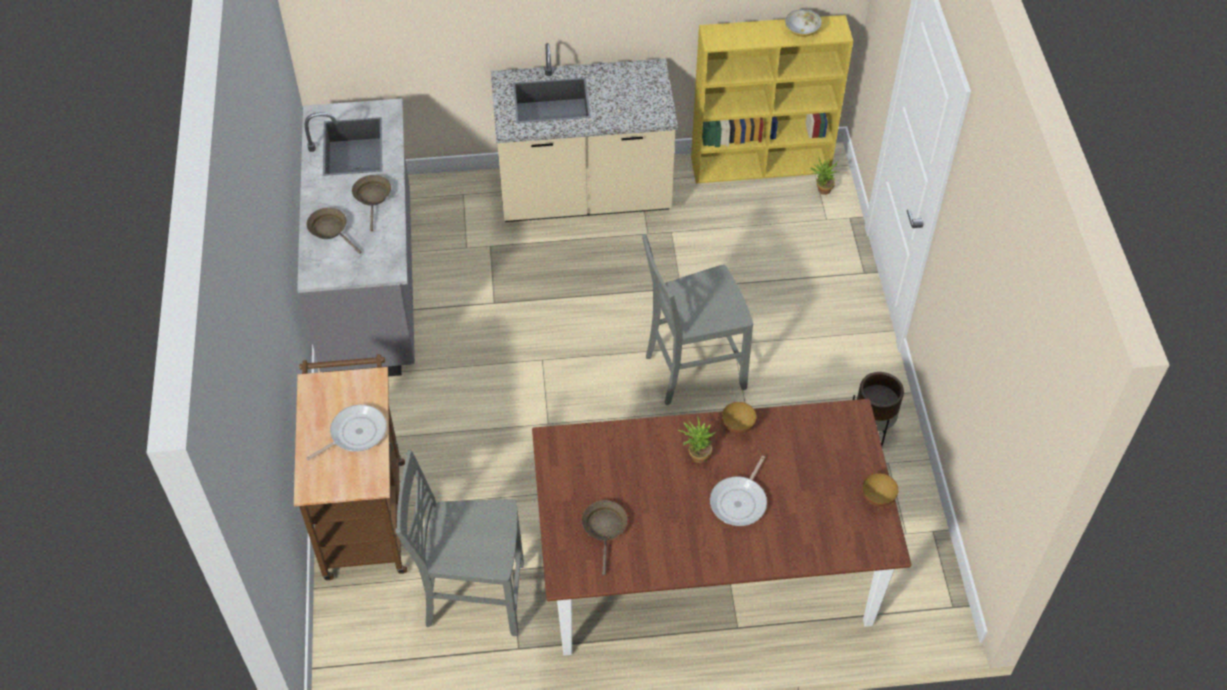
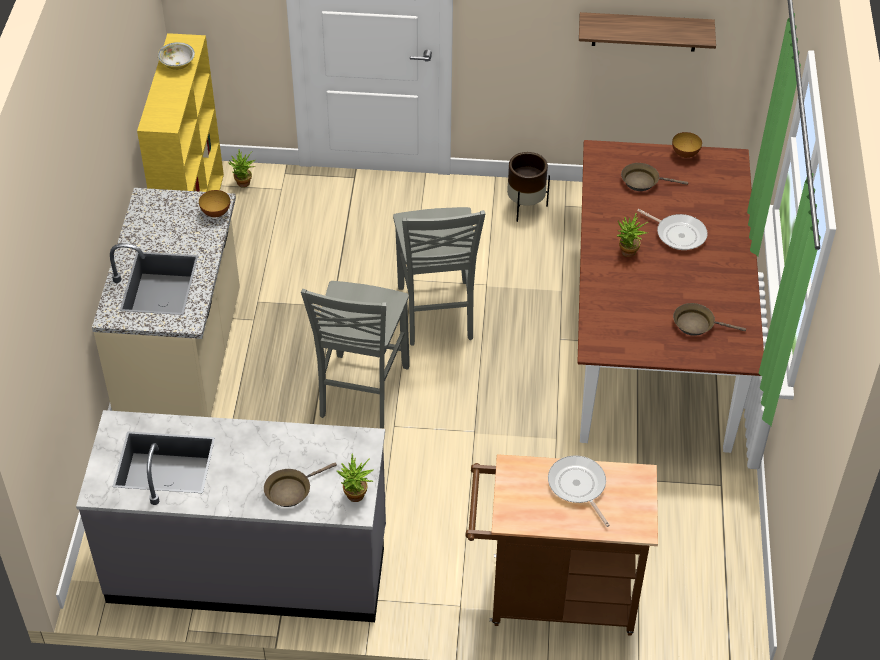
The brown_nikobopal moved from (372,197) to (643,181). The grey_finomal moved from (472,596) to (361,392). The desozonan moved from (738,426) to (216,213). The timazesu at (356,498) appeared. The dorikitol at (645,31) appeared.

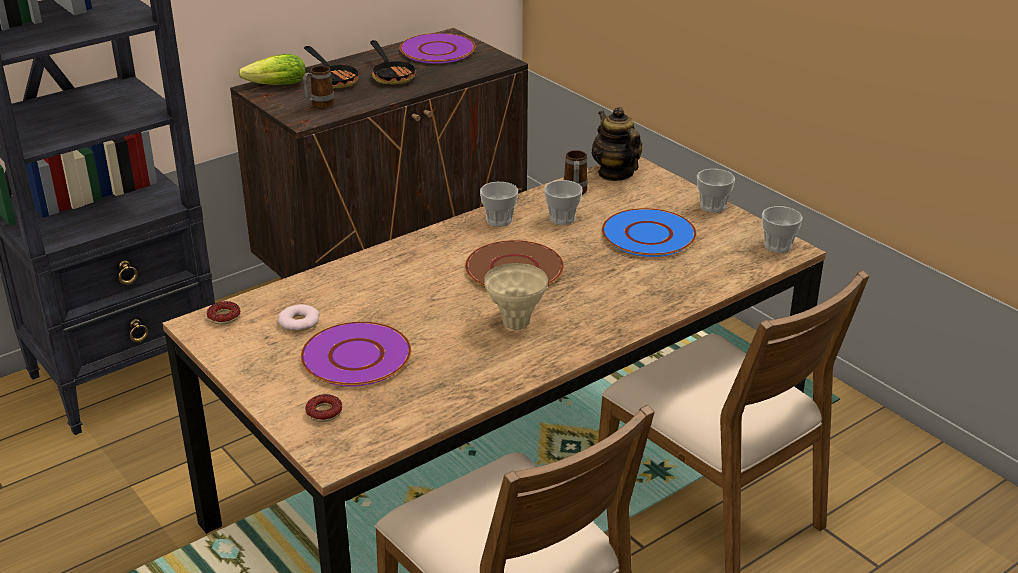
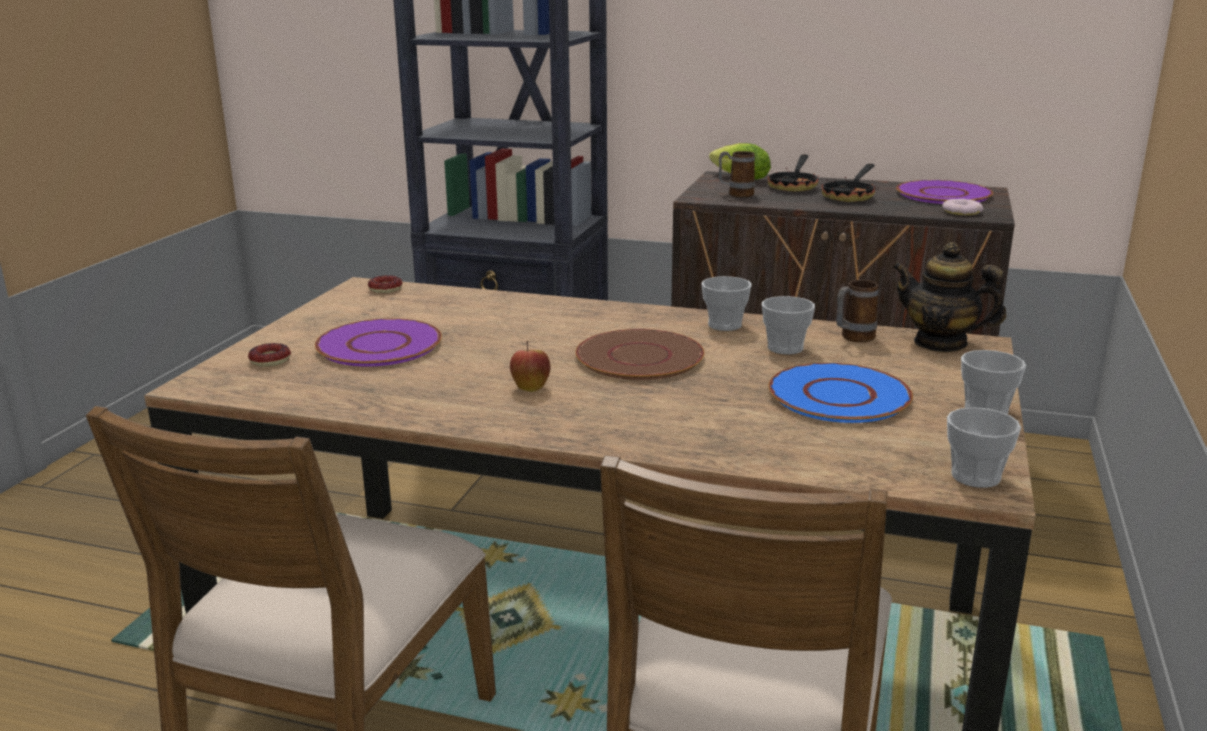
The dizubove moved from (299,322) to (962,211). The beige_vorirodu at (516,324) was replaced by the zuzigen at (530,387). The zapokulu at (615,173) turned 90 degrees counterclockwise.

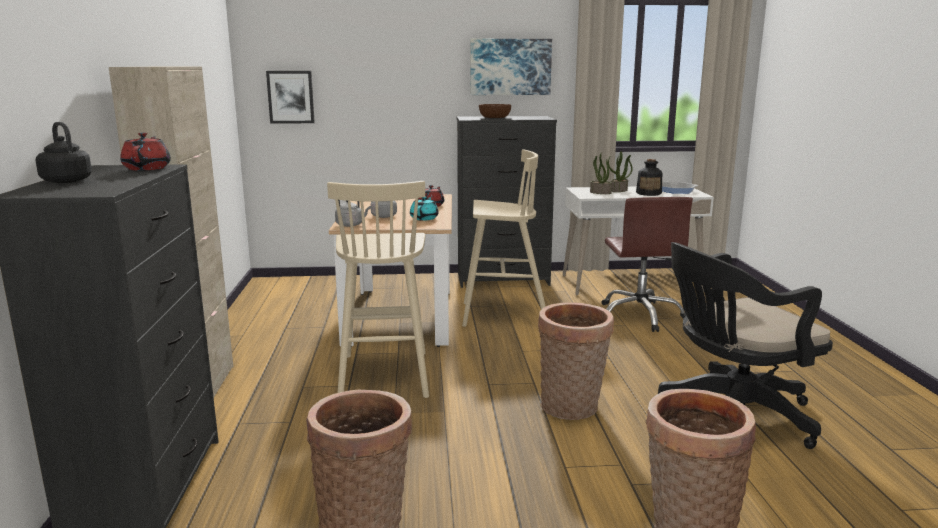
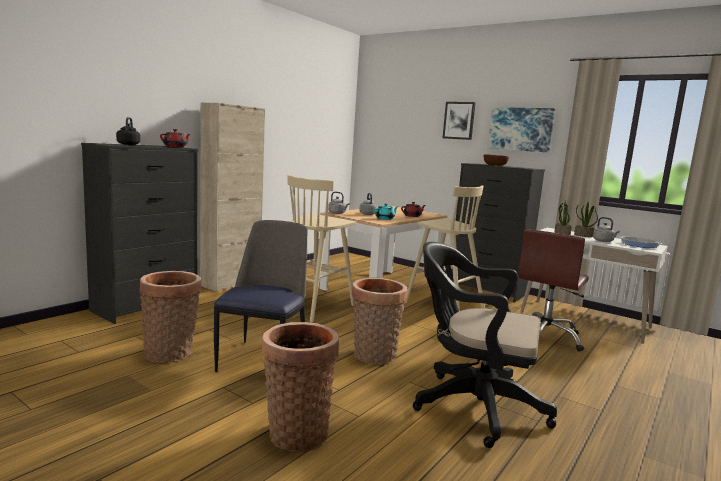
The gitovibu moved from (291,97) to (459,120). The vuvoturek at (649,193) was replaced by the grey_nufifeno at (604,241). The finomal at (264,359) appeared.

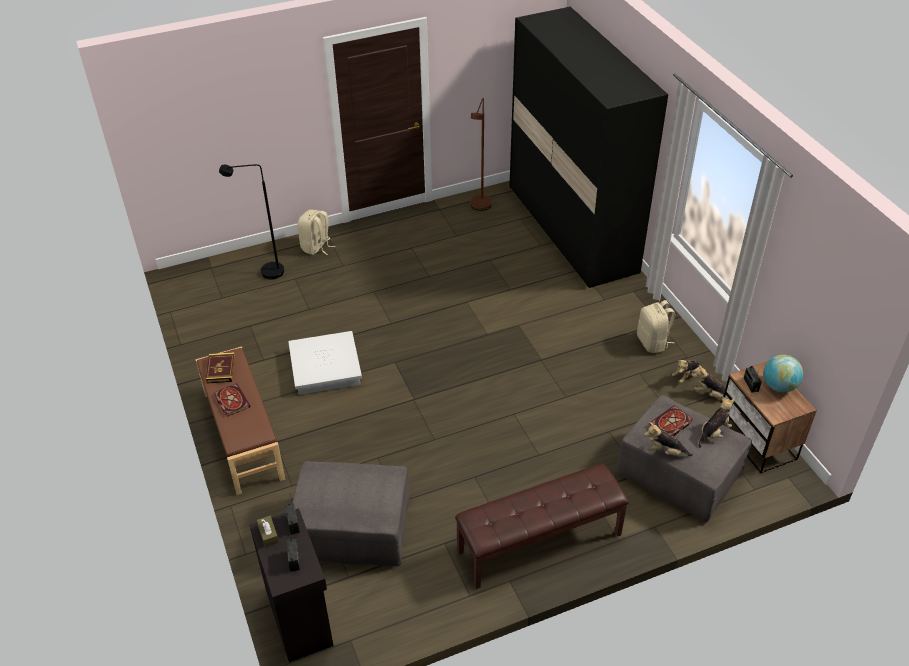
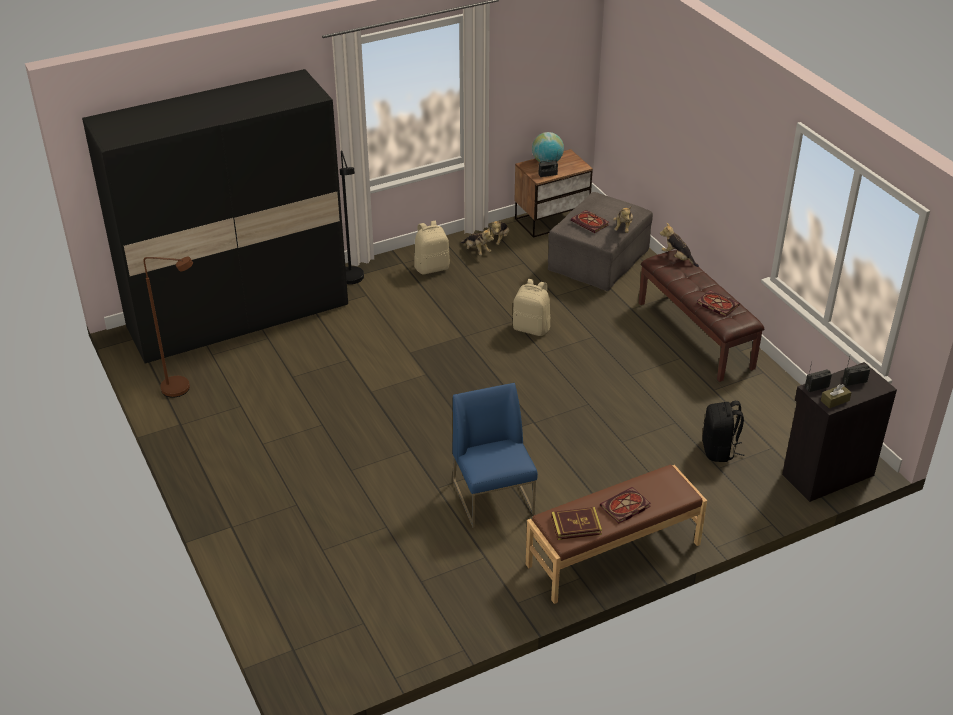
The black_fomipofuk moved from (266,272) to (352,281). The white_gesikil at (325,368) was replaced by the blue_finomal at (494,497). The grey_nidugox at (352,531) was replaced by the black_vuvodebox at (719,450). The beige_vuvodebox moved from (316,247) to (531,328). The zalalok moved from (713,433) to (677,258). The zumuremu at (716,304) appeared.

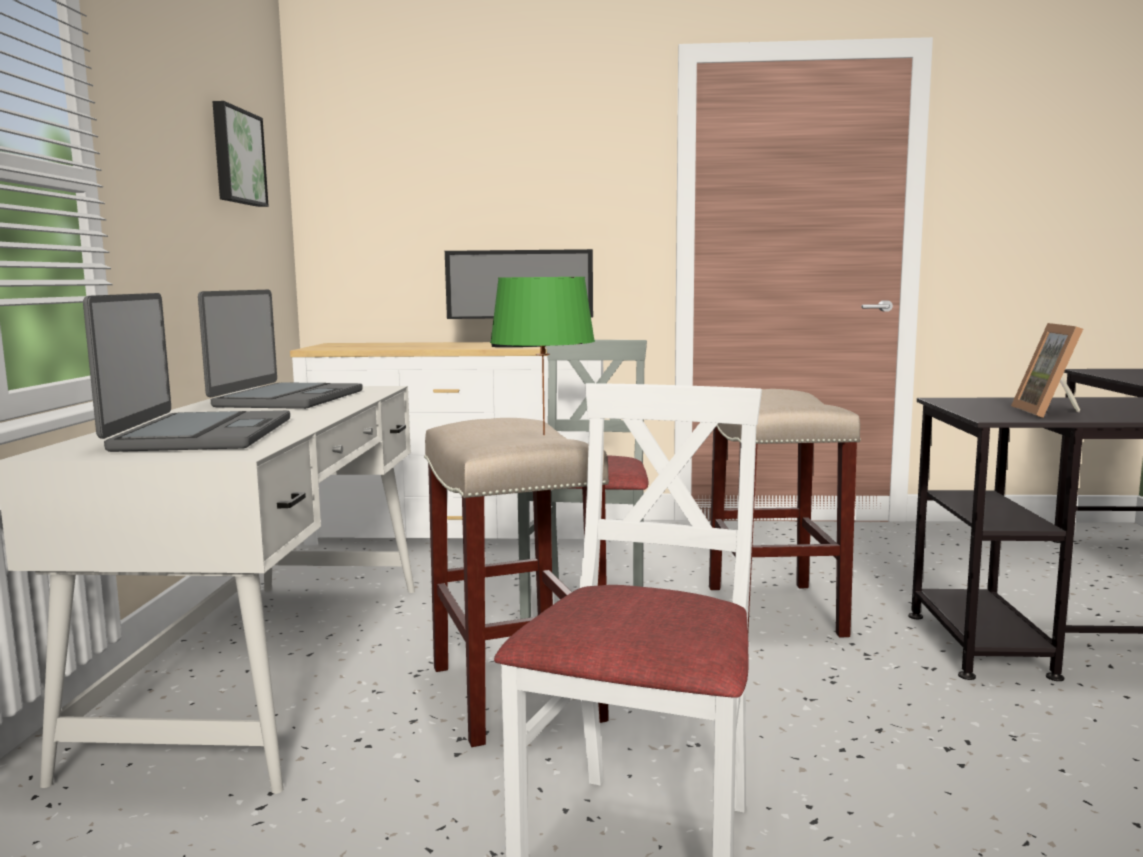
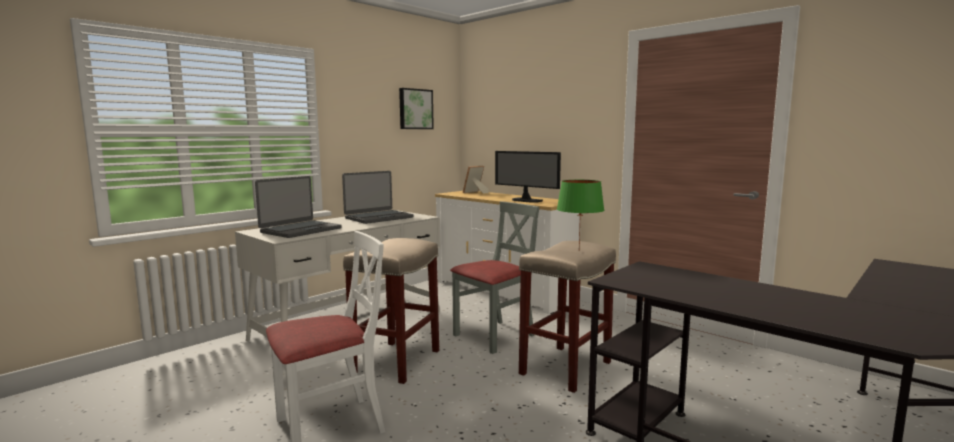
The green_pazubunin moved from (543,435) to (579,250). The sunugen moved from (1051,412) to (475,192).

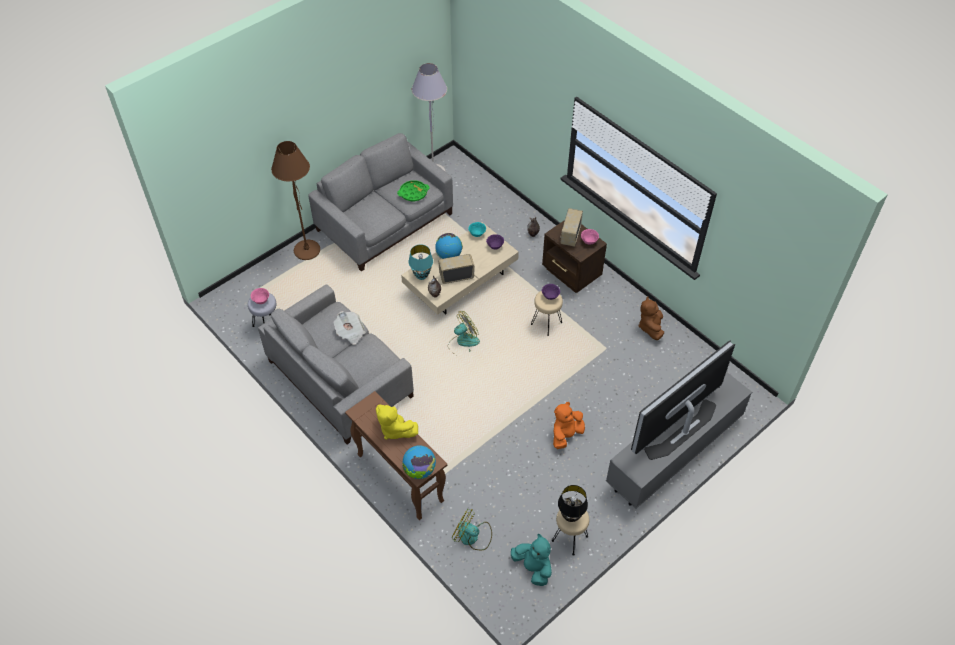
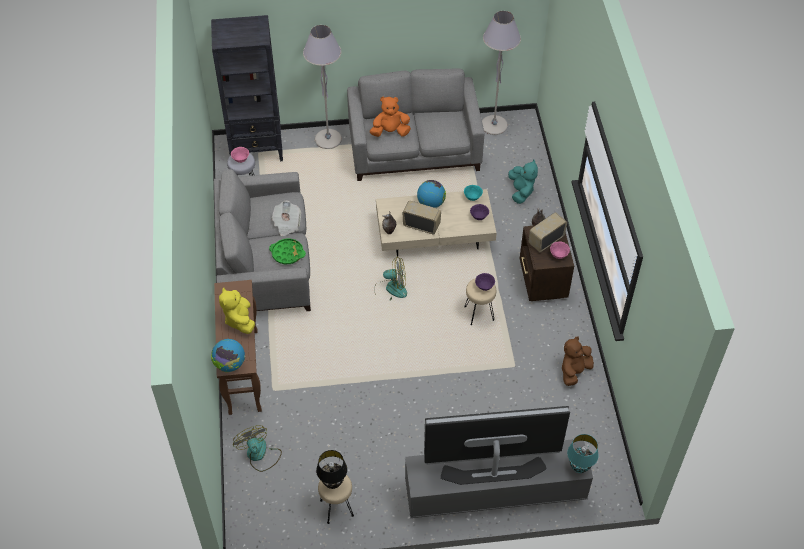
The brown_fomipofuk at (307,250) became the grey_fomipofuk at (328,139). The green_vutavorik moved from (413,193) to (287,253). The turquoise_pazubunin moved from (422,276) to (579,467). The turquoise_zalalok moved from (533,567) to (521,191). The orange_zalalok moved from (566,435) to (390,132). The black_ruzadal at (257,149) appeared.

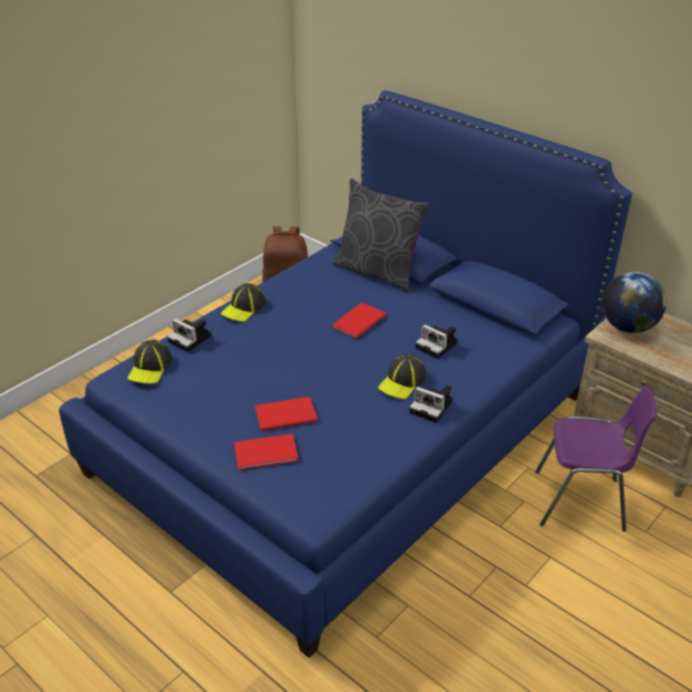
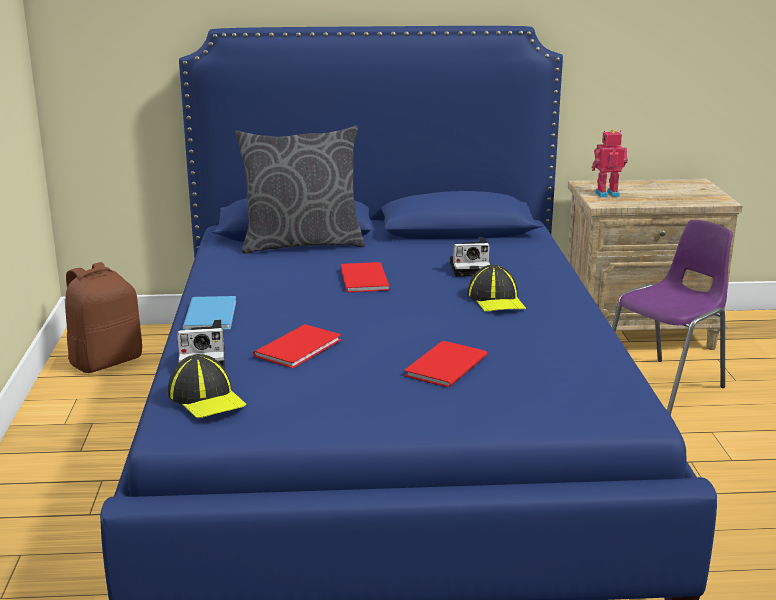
The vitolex at (244,308) was replaced by the blue_zumuremu at (213,314). The red_zumuremu moved from (268,453) to (301,347). The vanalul at (432,407) disappeared. The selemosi at (627,327) was replaced by the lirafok at (606,194).

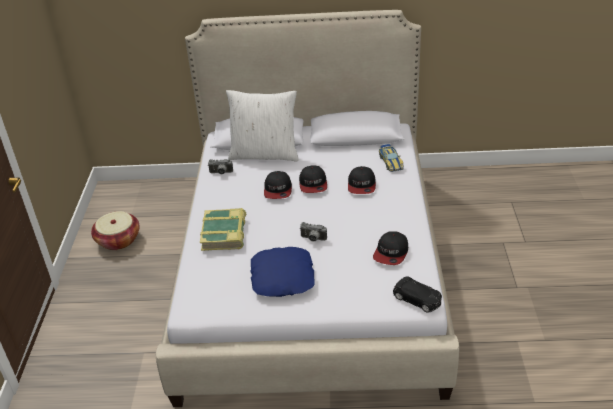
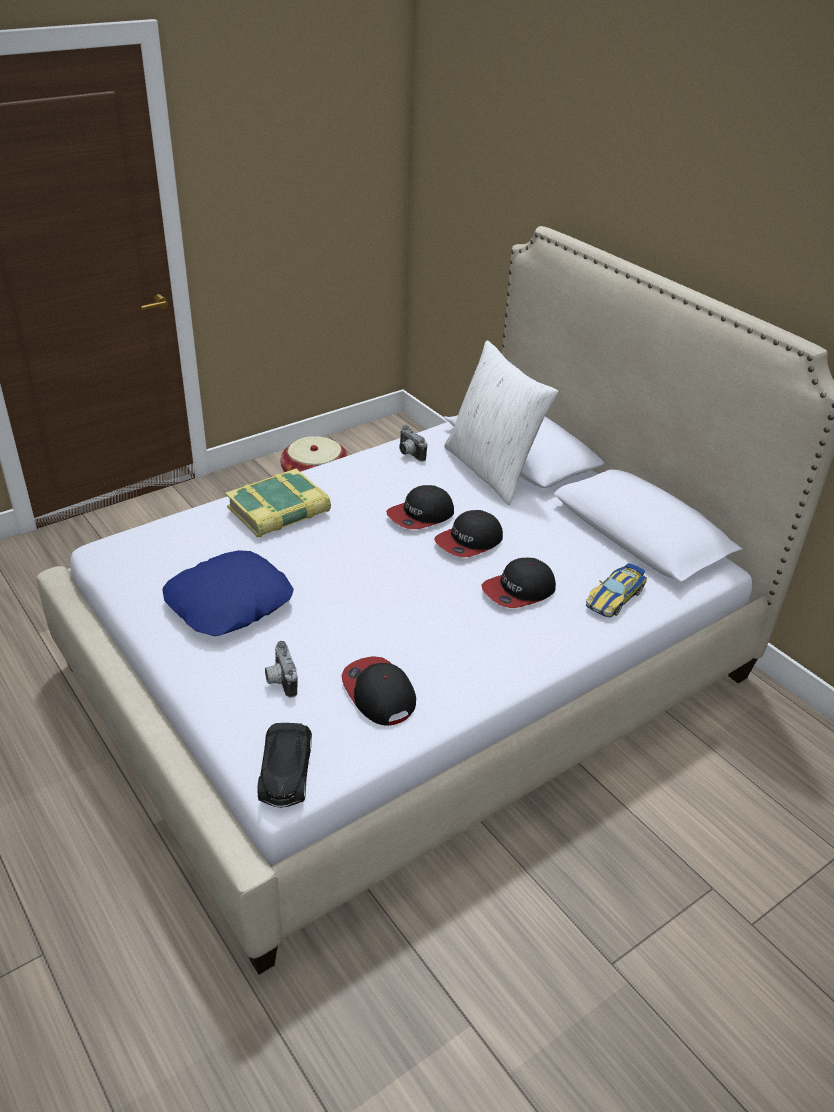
The vanalul moved from (313,239) to (280,680). The vitolex at (391,253) turned 75 degrees clockwise.

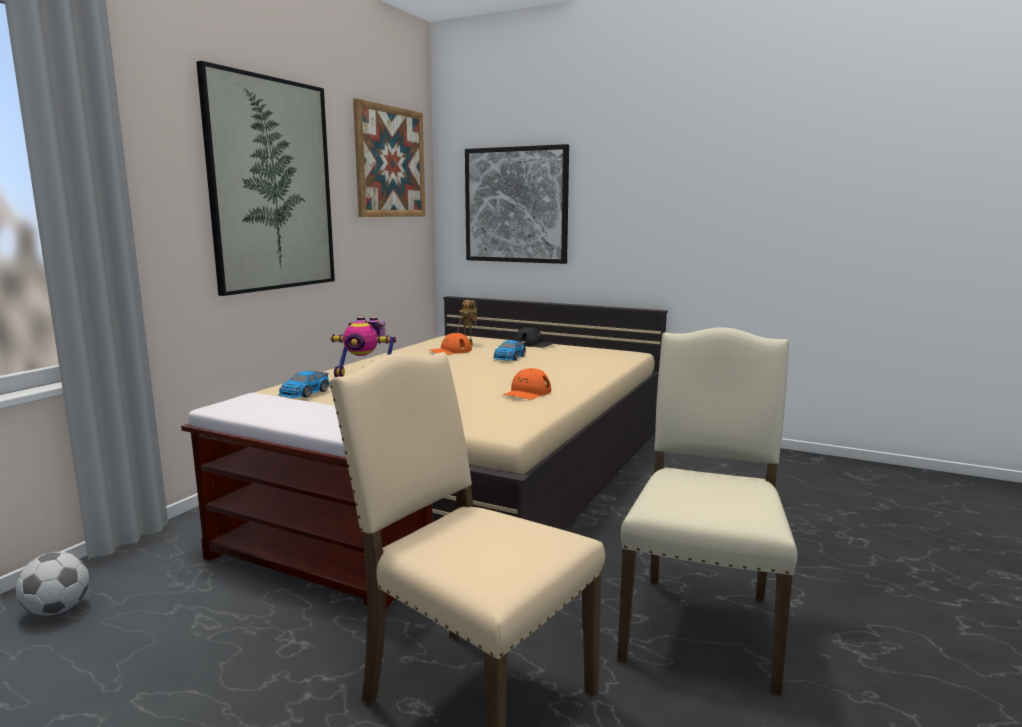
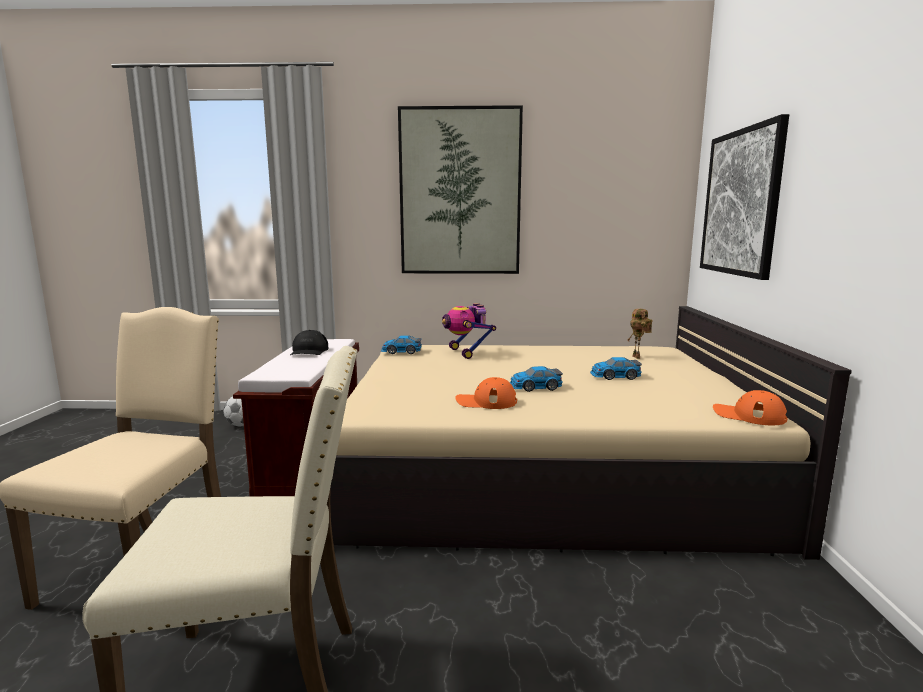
The gitovibu at (390,162) disappeared. The orange_vitolex moved from (450,351) to (748,415). The black_vitolex moved from (534,344) to (309,351). The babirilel at (535,387) appeared.

